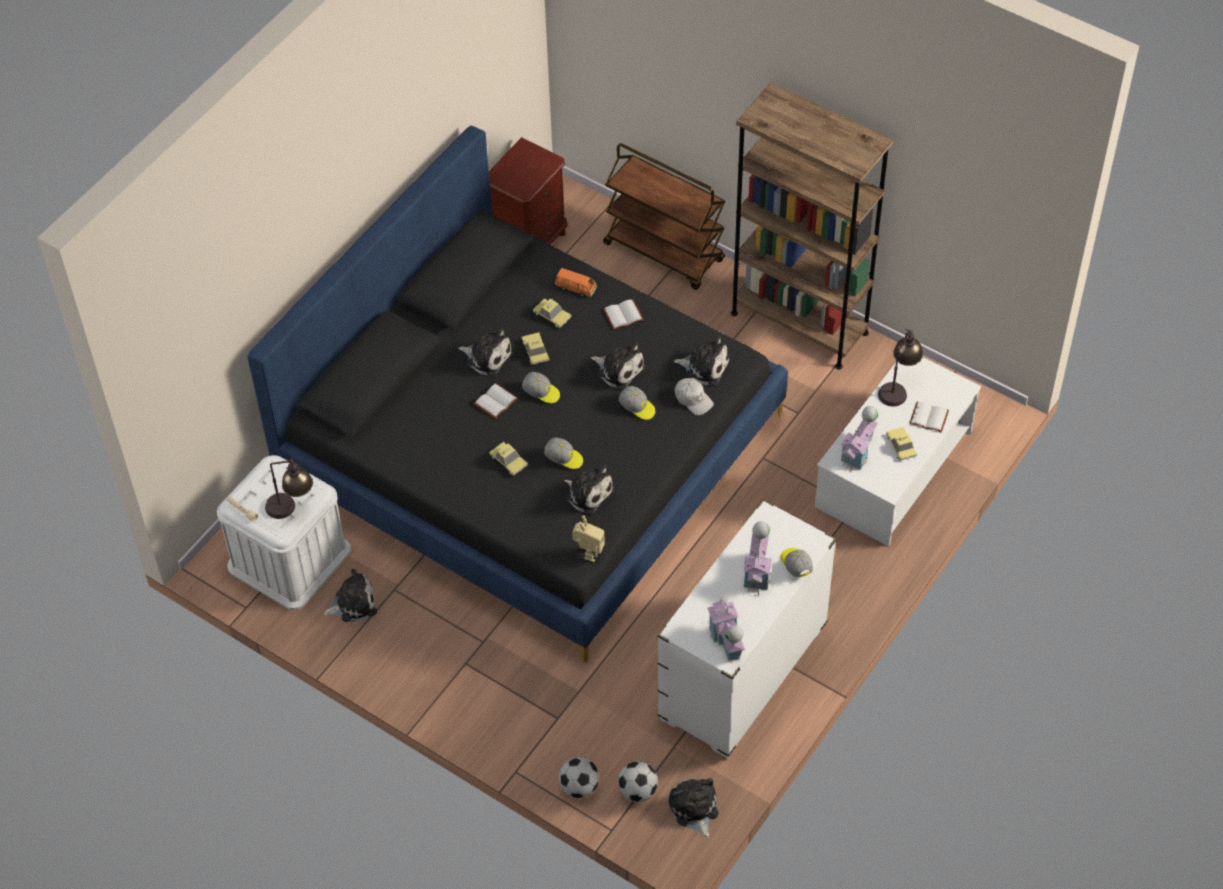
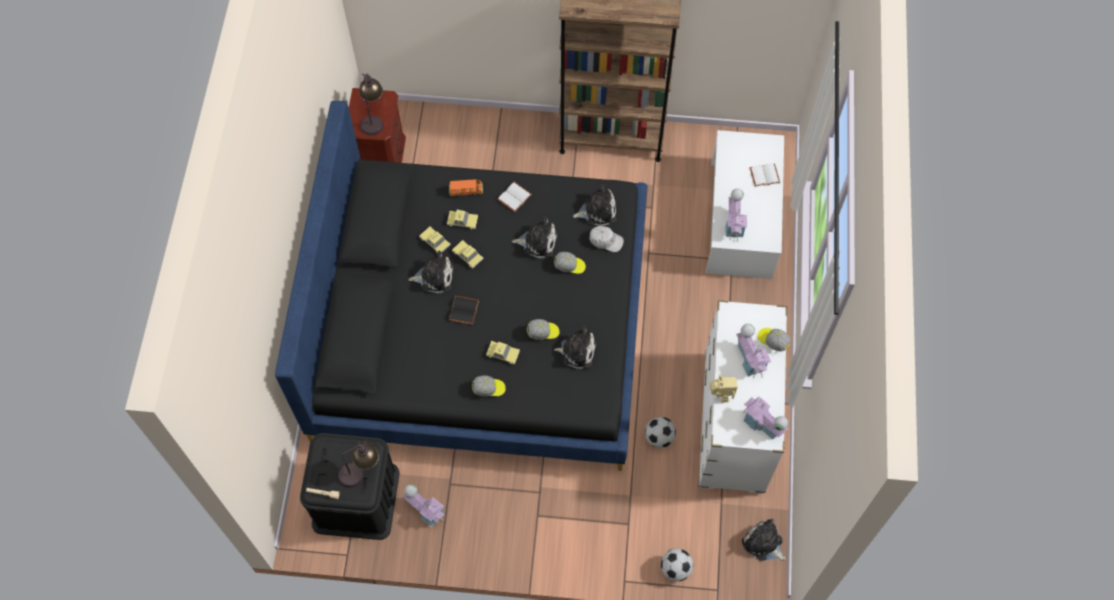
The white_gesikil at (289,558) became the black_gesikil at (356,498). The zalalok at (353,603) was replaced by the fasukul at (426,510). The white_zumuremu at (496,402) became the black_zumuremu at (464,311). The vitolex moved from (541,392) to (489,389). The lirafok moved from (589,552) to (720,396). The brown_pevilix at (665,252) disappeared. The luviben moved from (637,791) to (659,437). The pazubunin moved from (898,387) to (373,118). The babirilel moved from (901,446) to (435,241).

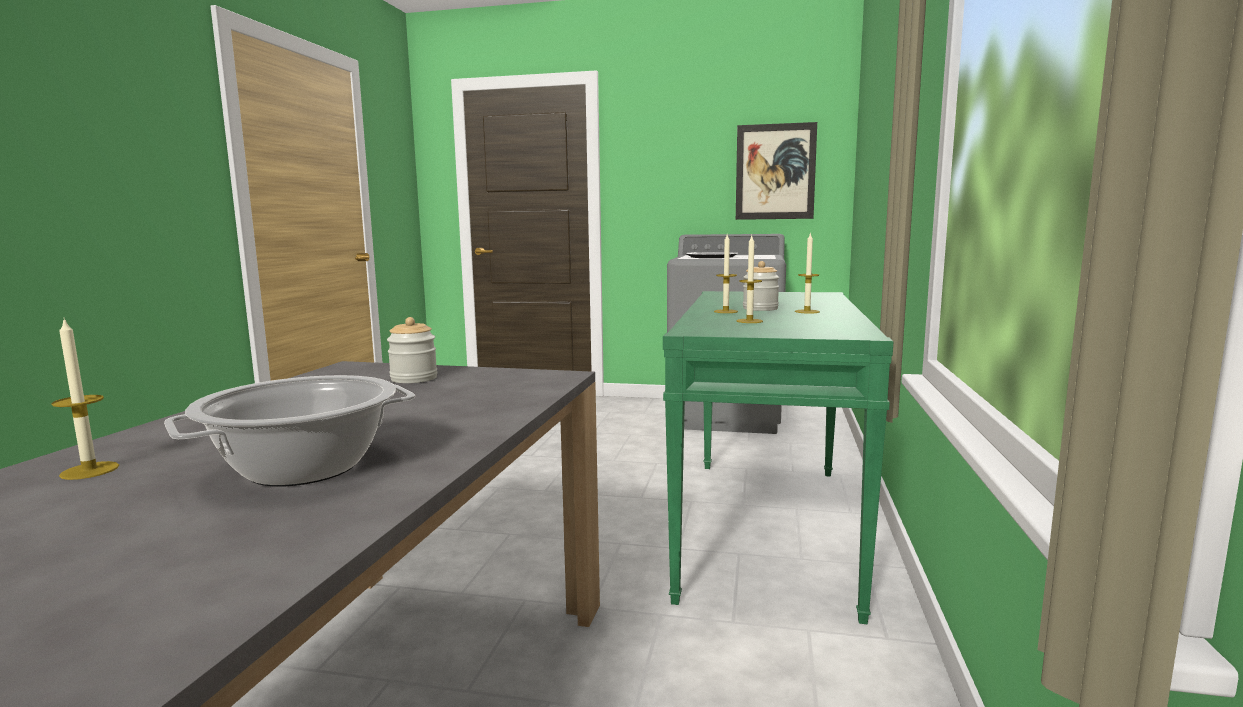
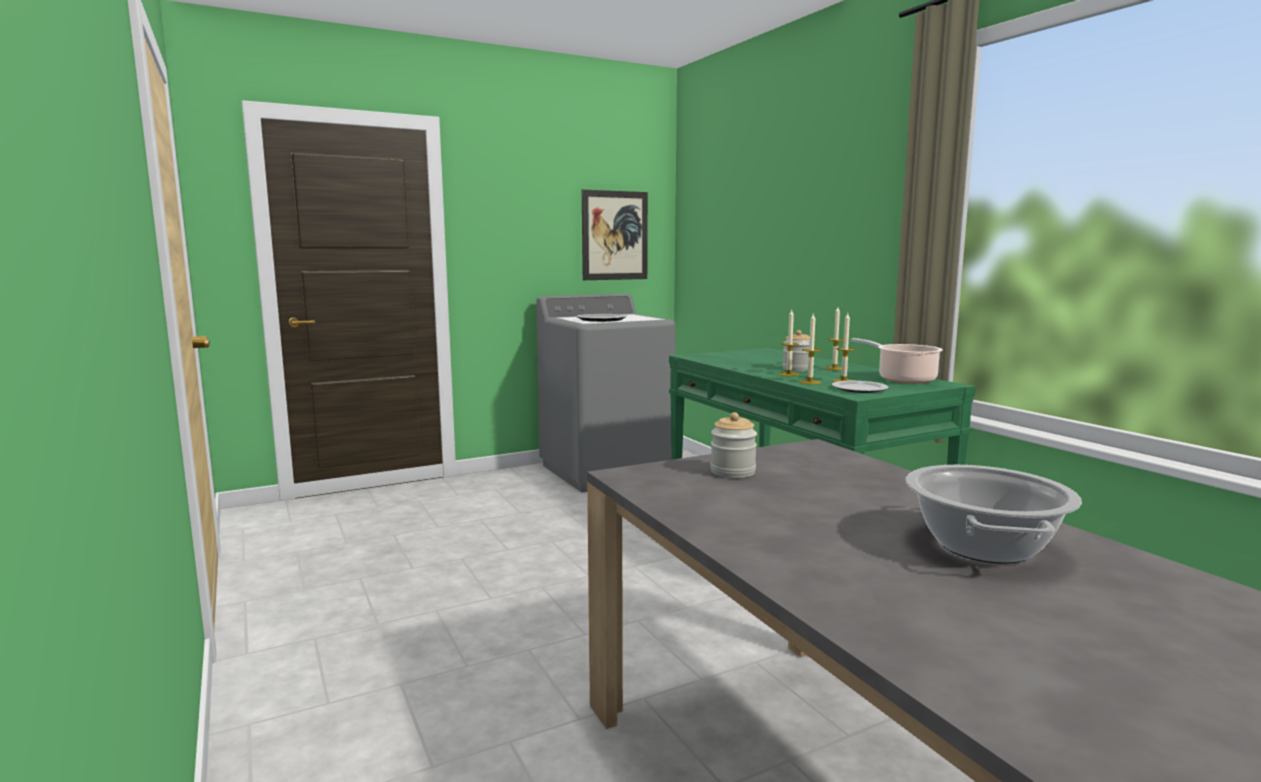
The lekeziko moved from (89,470) to (810,382). The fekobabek at (860,389) appeared. The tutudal at (903,379) appeared.

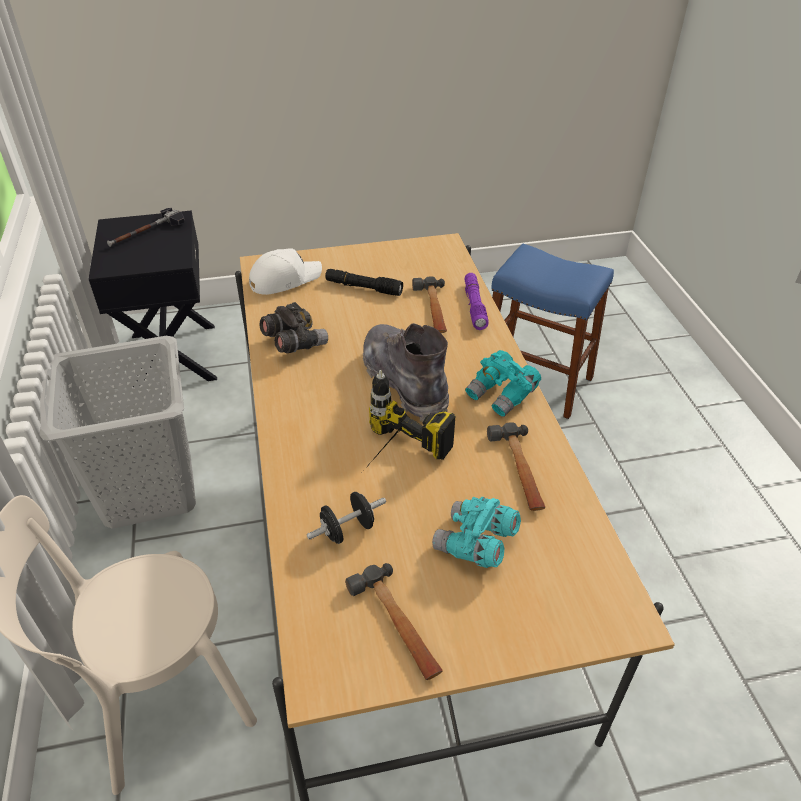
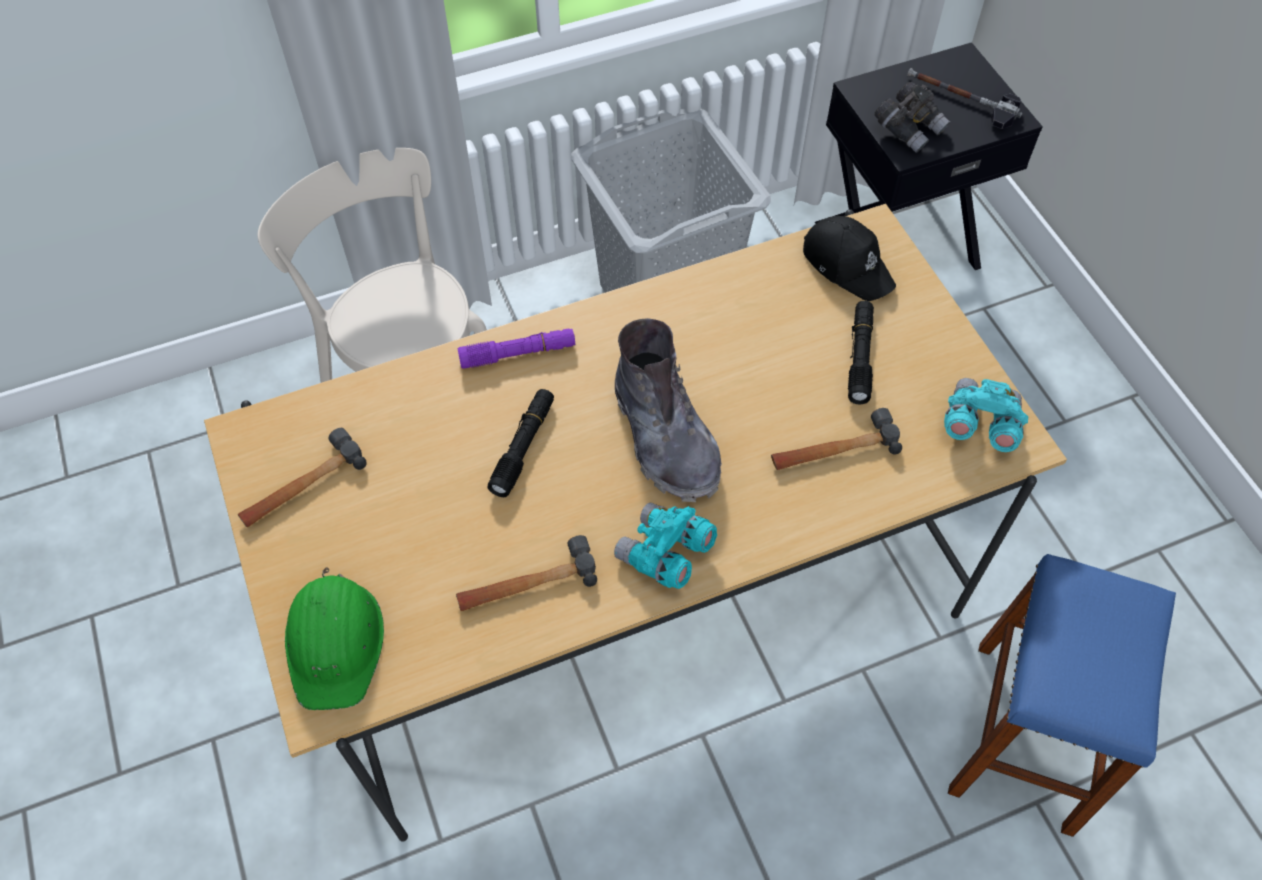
The white_vitolex at (284,279) became the black_vitolex at (847,264). The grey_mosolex moved from (294,343) to (909,129). The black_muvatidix at (347,530) disappeared. The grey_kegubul at (404,382) turned 105 degrees clockwise. The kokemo at (392,460) was replaced by the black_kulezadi at (523,447). The turquoise_mosolex moved from (475,544) to (979,425). The purple_kulezadi moved from (474,306) to (518,354). The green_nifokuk at (335,642) appeared.

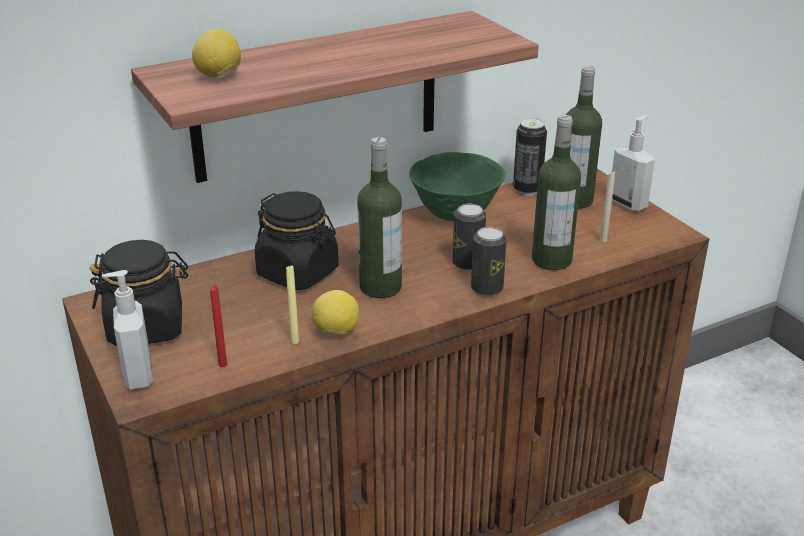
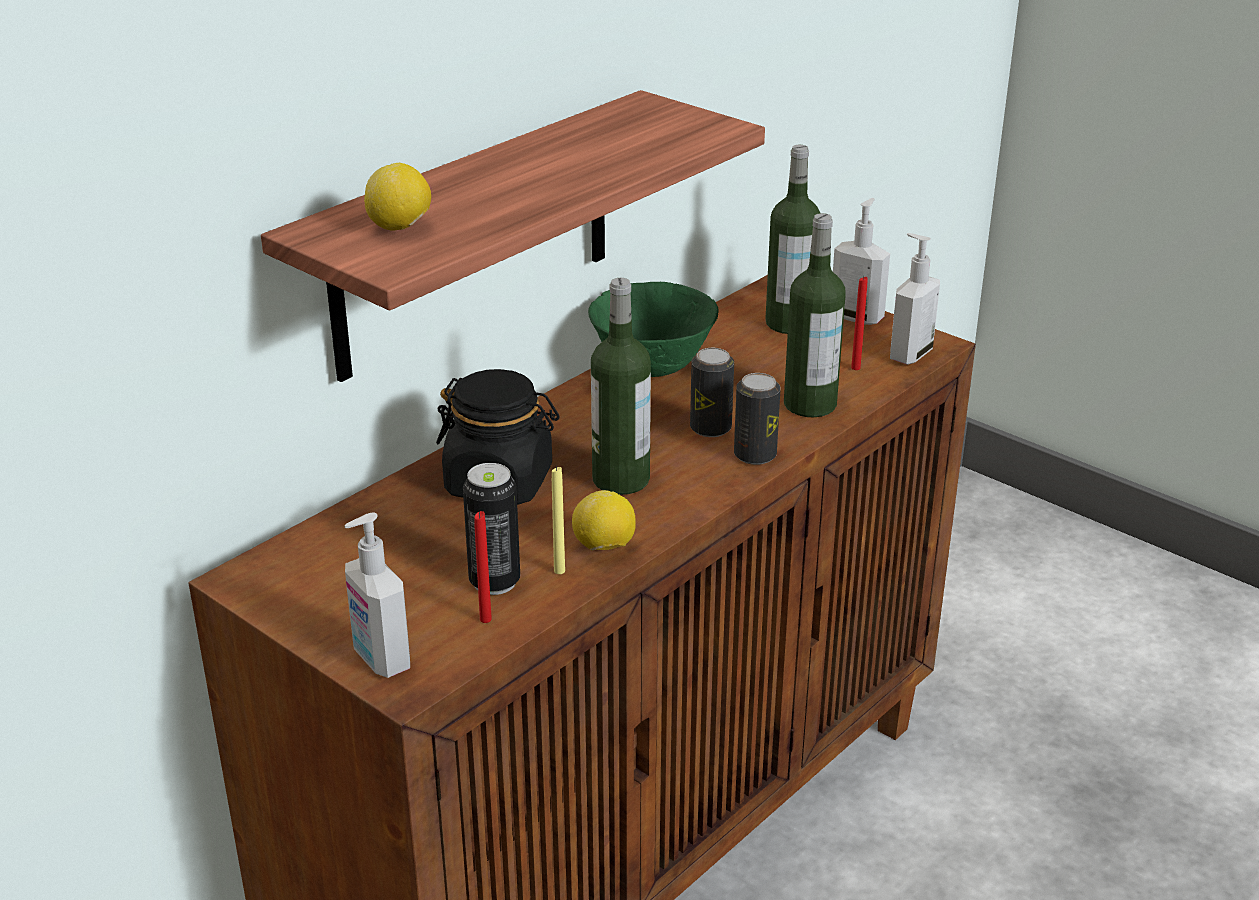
The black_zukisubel at (147,327) disappeared. The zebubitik moved from (527,190) to (494,582). The beige_lekeziko at (603,240) became the red_lekeziko at (855,368). The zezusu at (909,354) appeared.

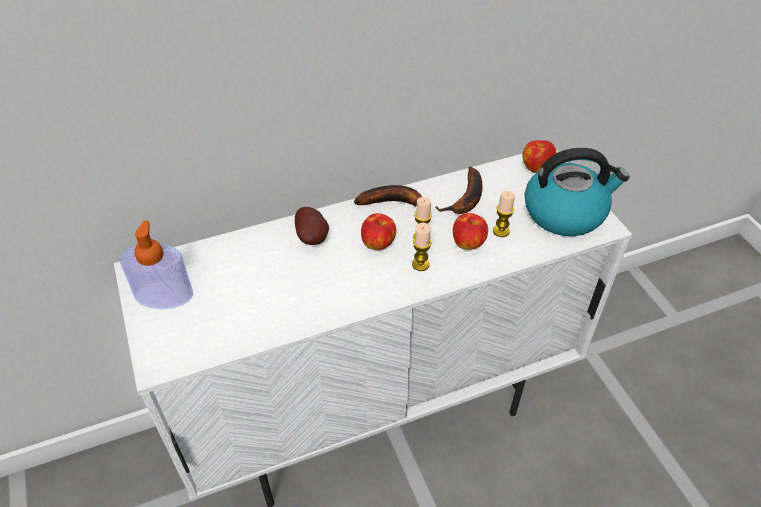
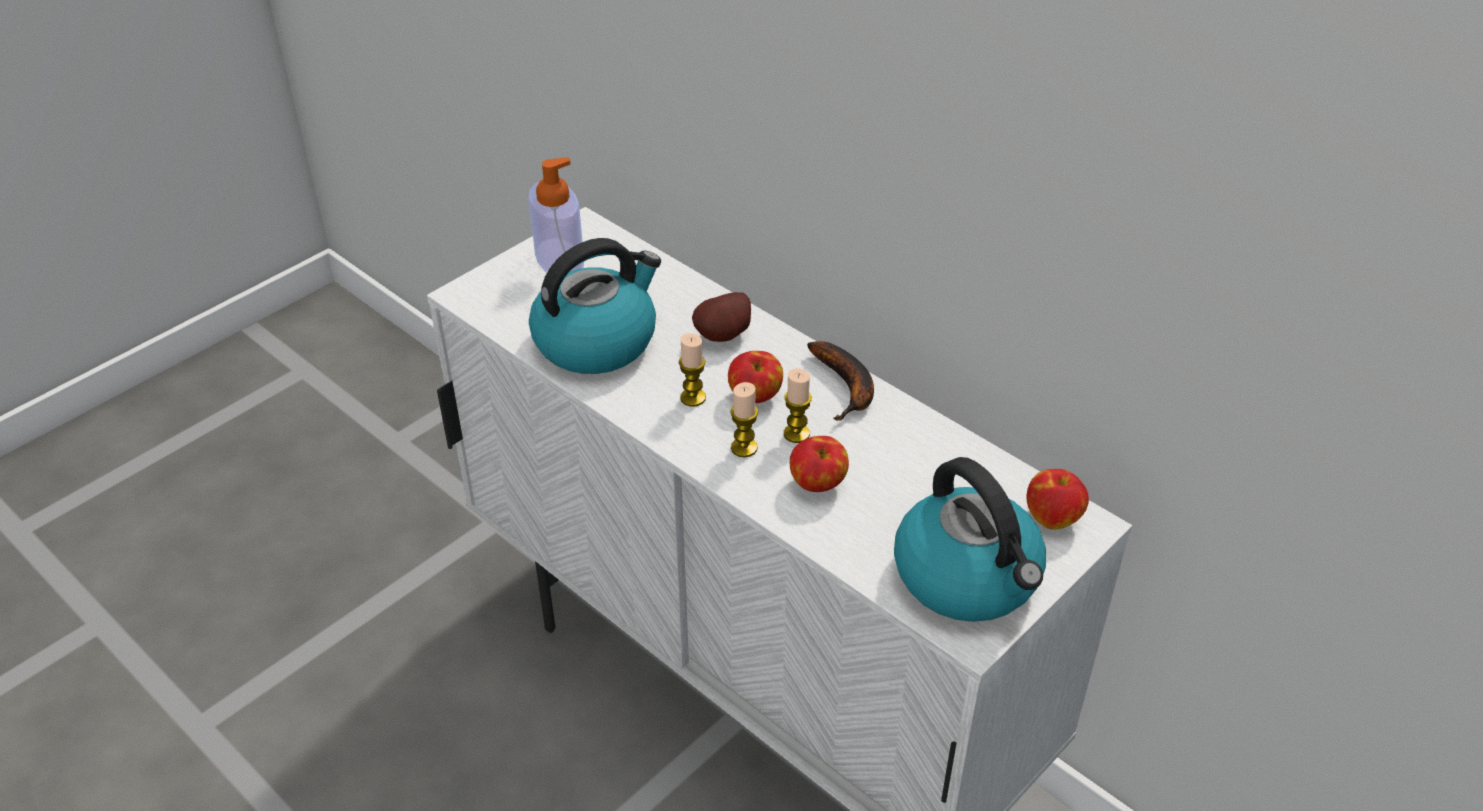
The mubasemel at (466,199) disappeared. The lekeziko moved from (501,231) to (693,398). The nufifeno at (597,341) appeared.

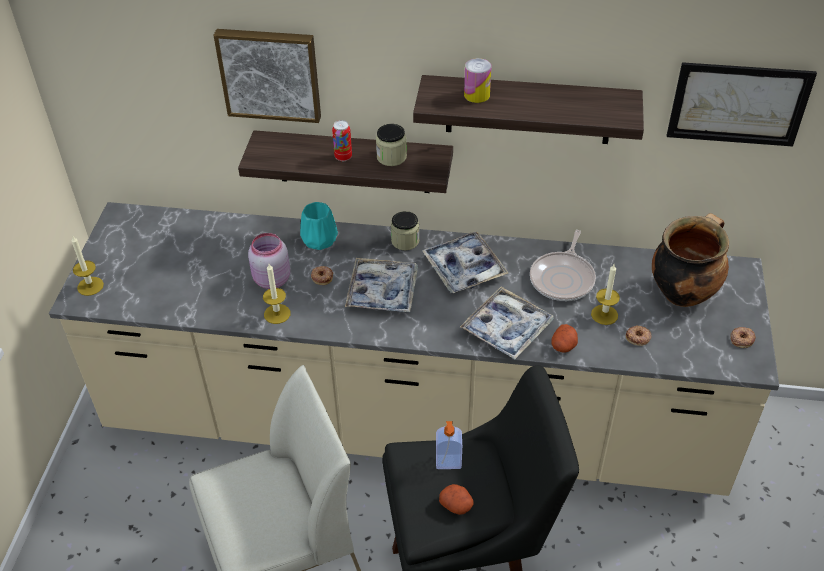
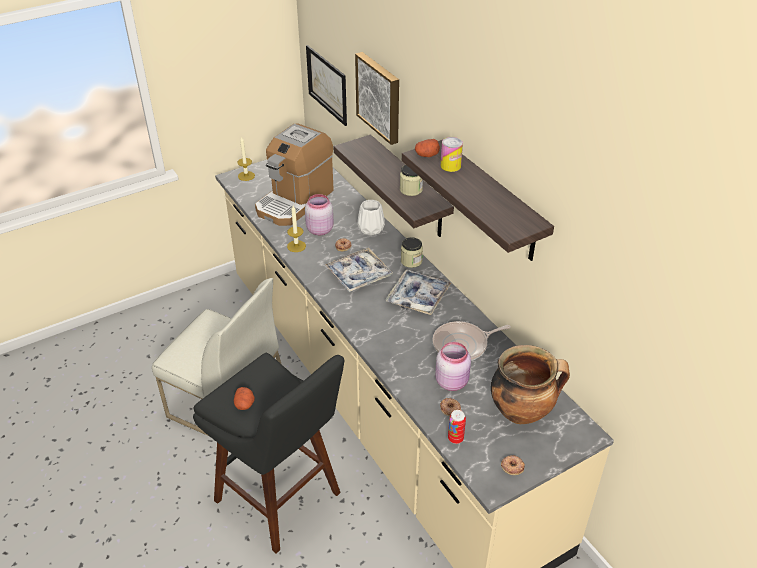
The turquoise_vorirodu at (318,240) became the white_vorirodu at (370,228). The zebubitik moved from (343,157) to (455,438). The zezusu at (448,462) disappeared. The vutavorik at (506,329) disappeared. The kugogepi moved from (563,346) to (426,155). The lekeziko at (604,314) was replaced by the pink_zukisubel at (452,381). The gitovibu moved from (738,104) to (327,84). The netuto at (295,201) appeared.

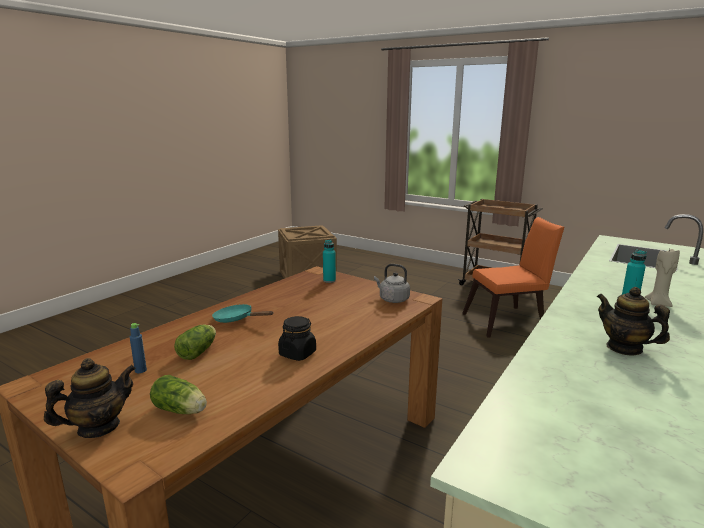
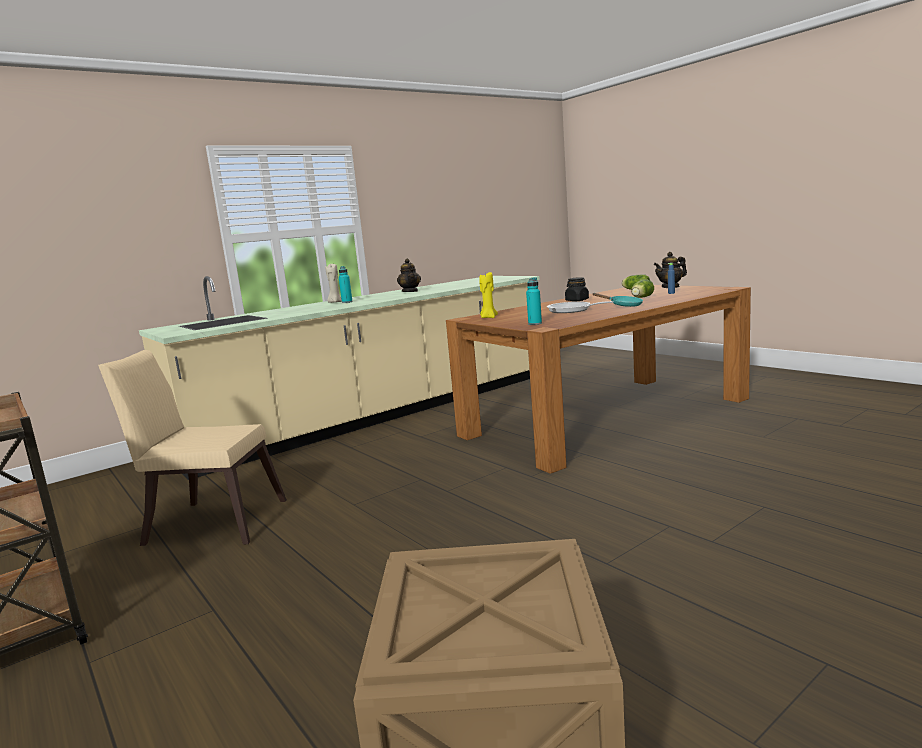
The grey_nufifeno at (392,299) was replaced by the yellow_lekeziko at (488,317). The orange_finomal at (508,322) became the beige_finomal at (210,522). The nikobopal at (572,310) appeared.

